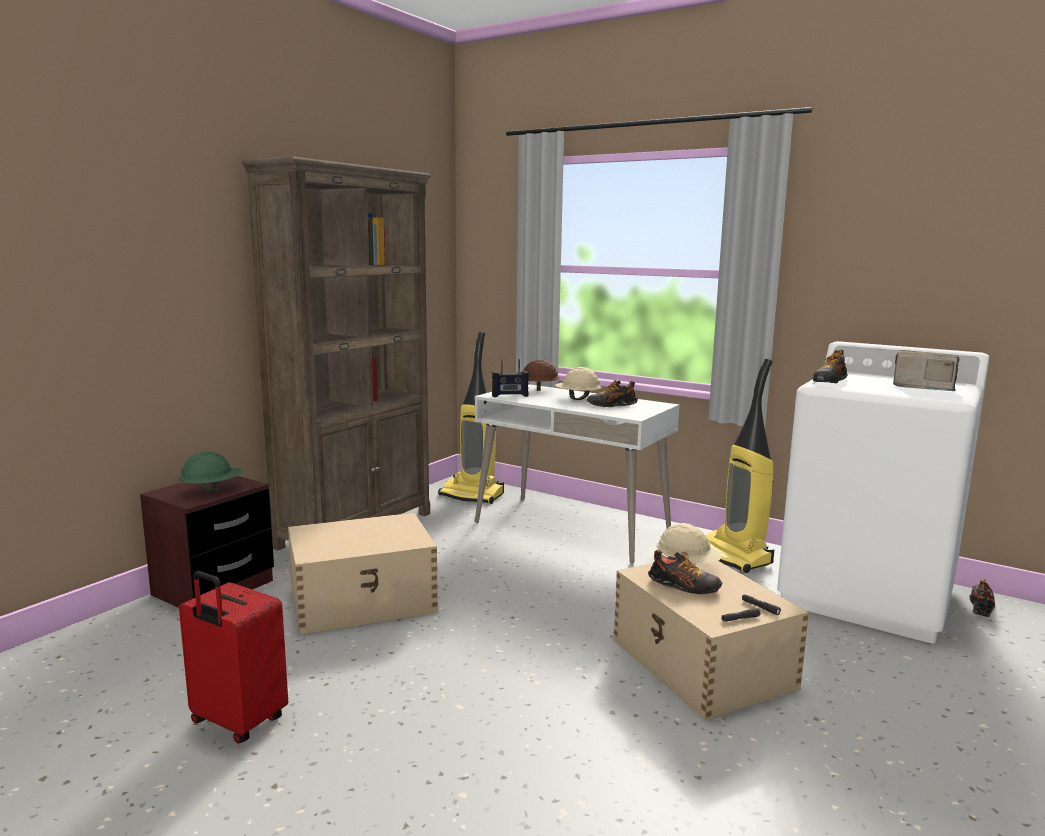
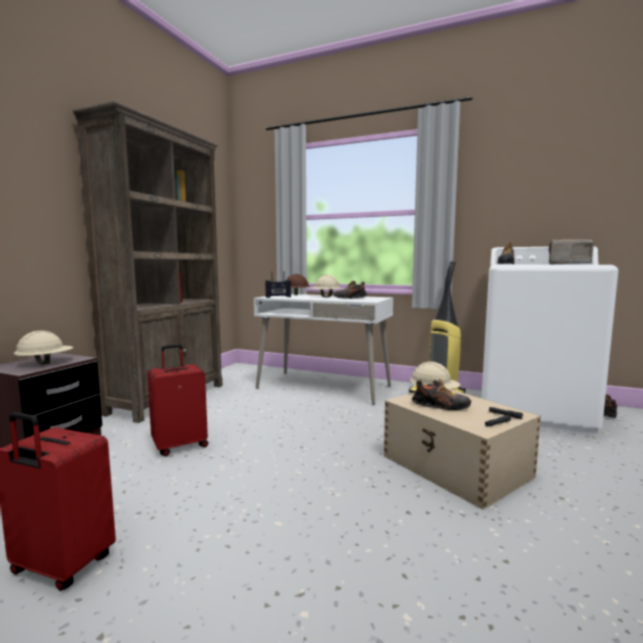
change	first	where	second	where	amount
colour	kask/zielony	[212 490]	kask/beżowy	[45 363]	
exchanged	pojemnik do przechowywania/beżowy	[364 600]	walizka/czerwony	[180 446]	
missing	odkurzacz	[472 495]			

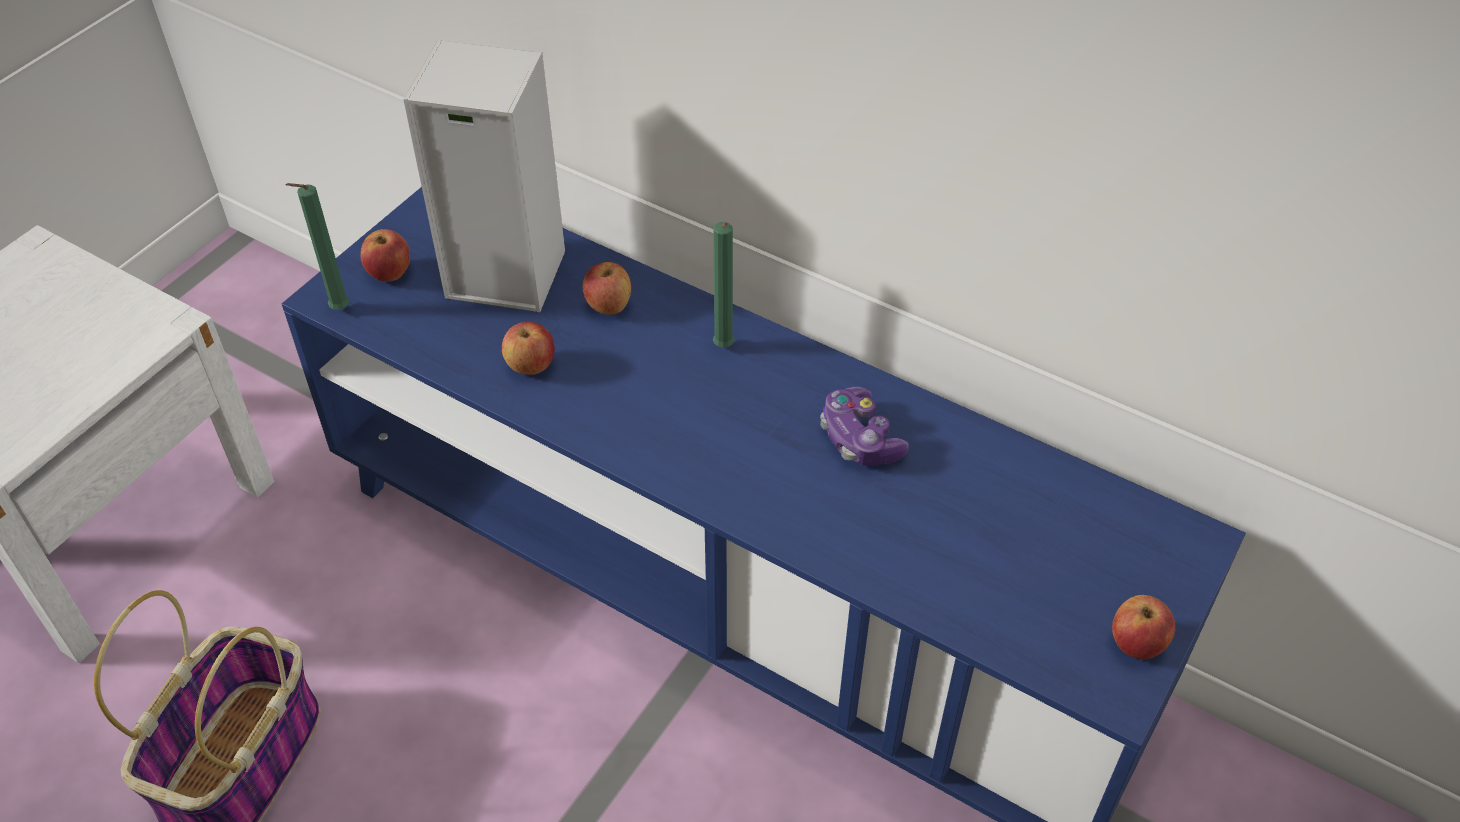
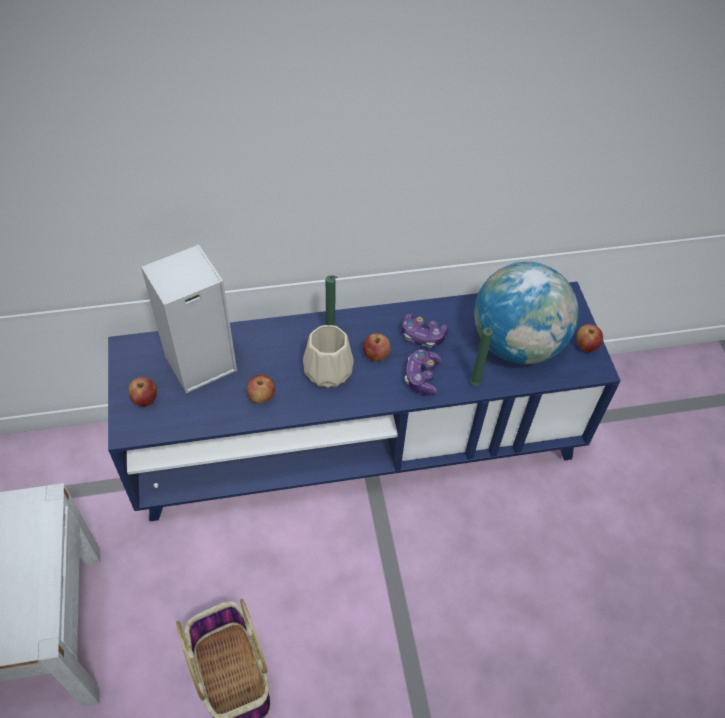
change	first	where	second	where	amount
relocated	świeca/zielony	[337 310]		[474 385]	
relocated	jabłko	[608 306]		[376 355]	
appeared			wazon/beżowy	[328 370]	
appeared			pad do gier	[422 377]	
appeared			globus	[516 344]	

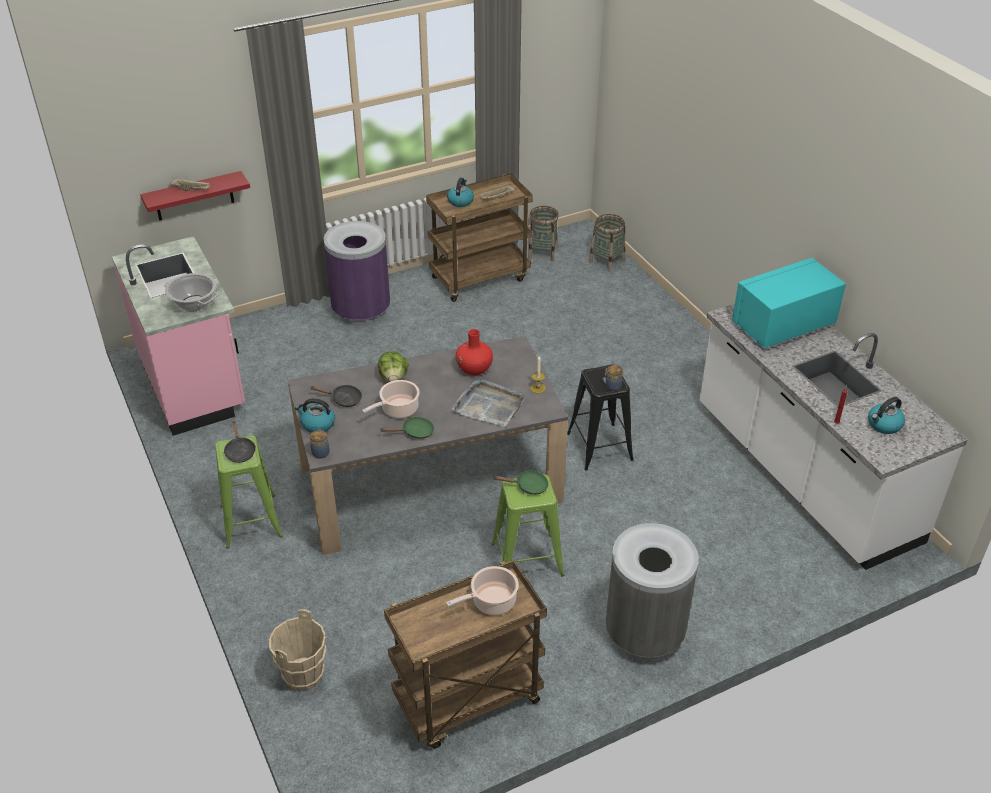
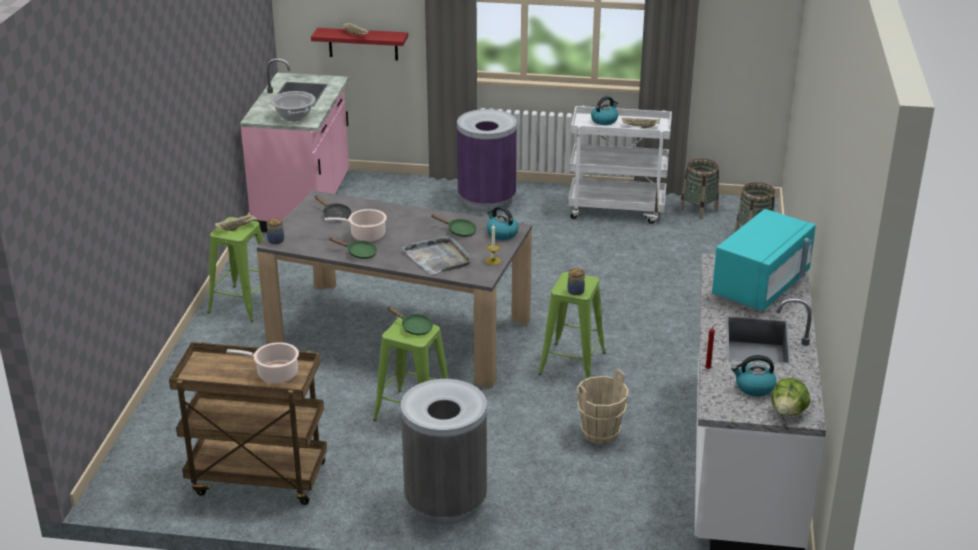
change	first	where	second	where	amount
exchanged	patelnia/czarny	[240 451]	taca/beżowy	[237 227]	
relocated	wiadro/beżowy	[304 675]		[600 434]	
relocated	czajnik	[317 424]		[501 233]	
relocated	sałata	[393 378]		[788 412]	
colour	wózek/brązowy	[480 278]	wózek/biały	[617 209]	
exchanged	wazon/czerwony	[474 369]	patelnia/zielony	[459 231]	
colour	stołek/czarny	[599 446]	stołek/zielony	[572 363]	
spun	mikrofalówka/turkusowy	[782 325]		[761 286]	120 degrees clockwise

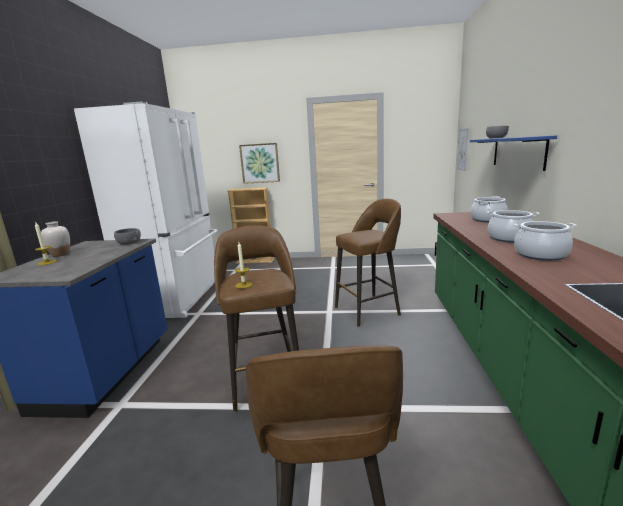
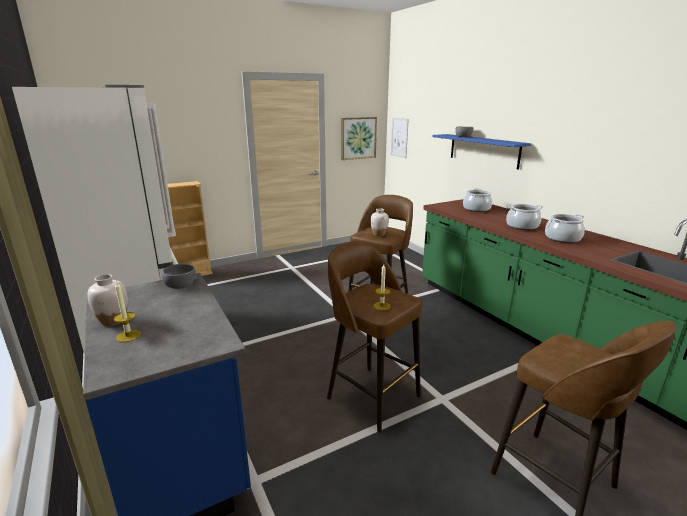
change	first	where	second	where	amount
relocated	obraz	[260 163]		[358 138]	
appeared			wazon/biały	[379 234]	

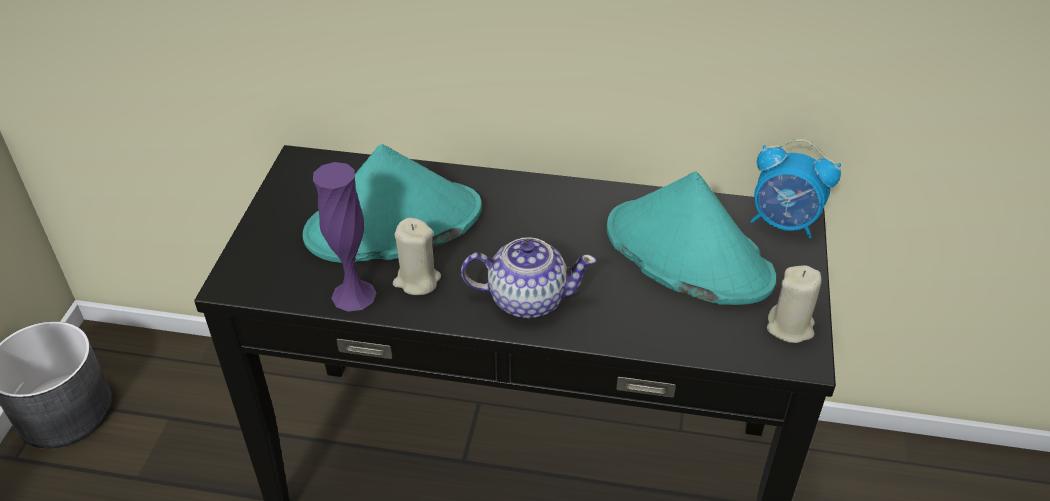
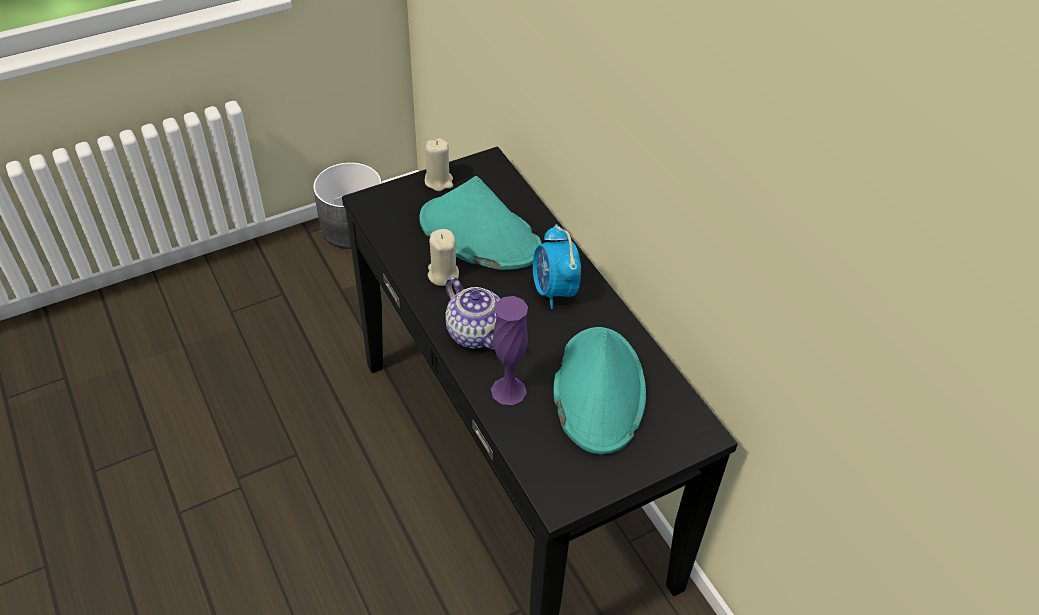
change	first	where	second	where	amount
relocated	wazon/fioletowy	[354 295]		[508 390]	
relocated	budzik	[784 223]		[554 291]	
relocated	świeca/beżowy	[790 327]		[439 181]	

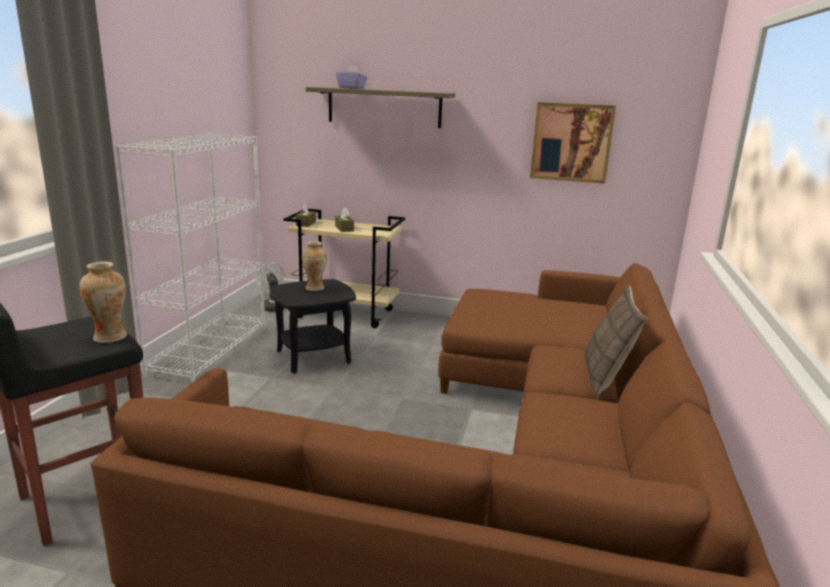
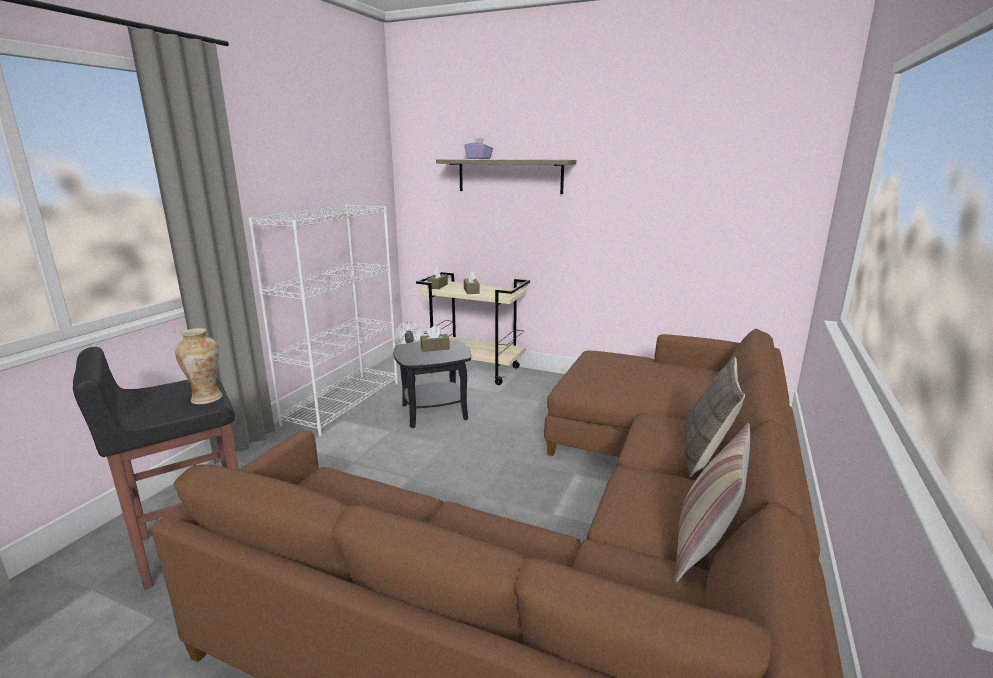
change	first	where	second	where	amount
exchanged	wazon	[314 288]	pudełko chusteczek/brązowy	[435 348]	
missing	obraz	[571 142]			
appeared			poduszka	[704 546]	

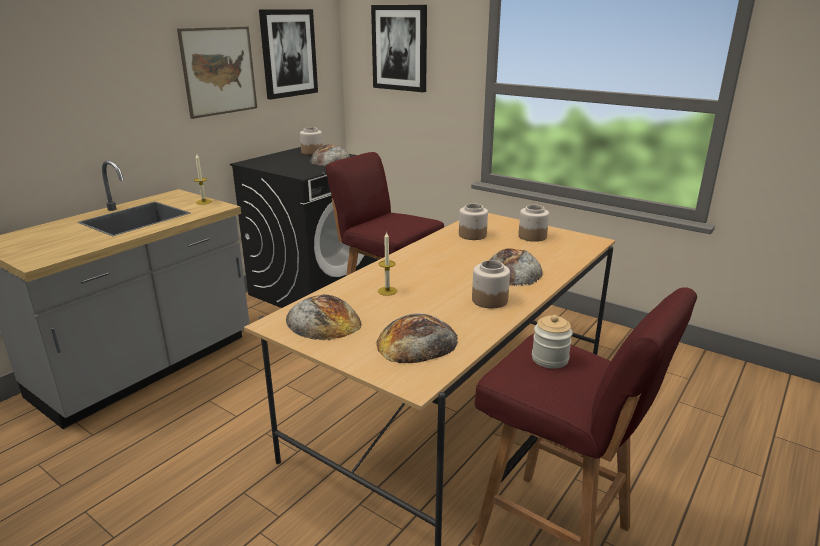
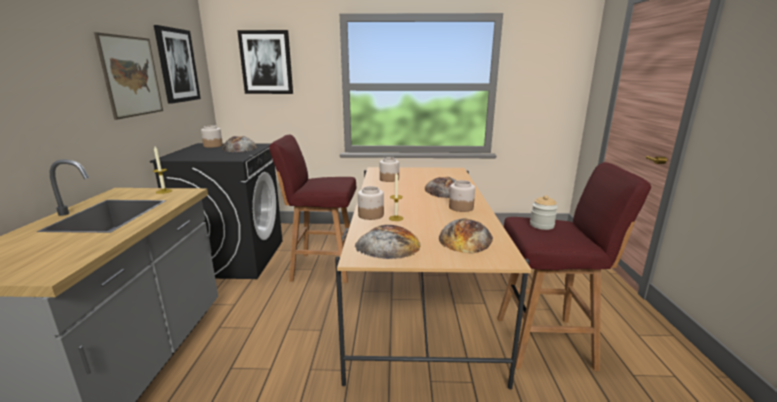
change	first	where	second	where	amount
relocated	słoik	[532 236]		[370 215]	

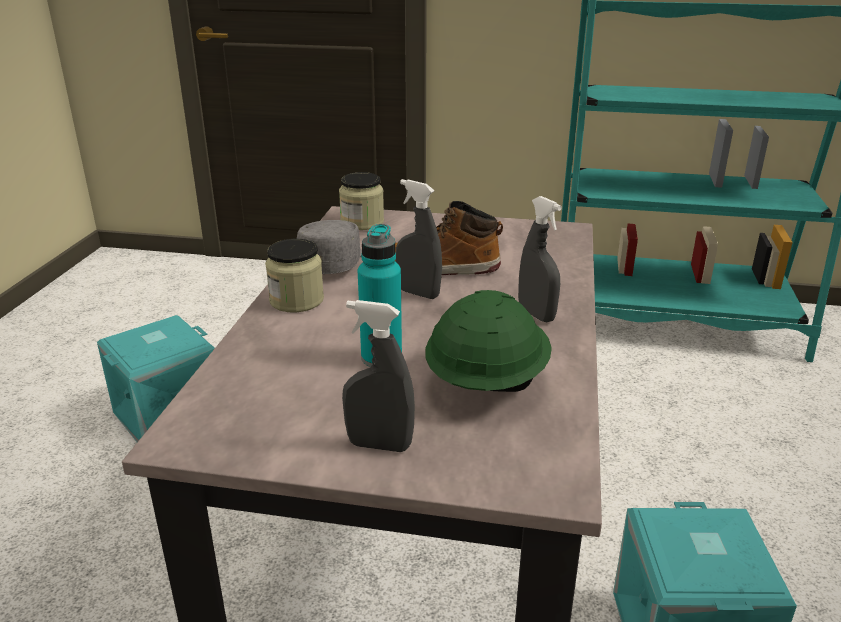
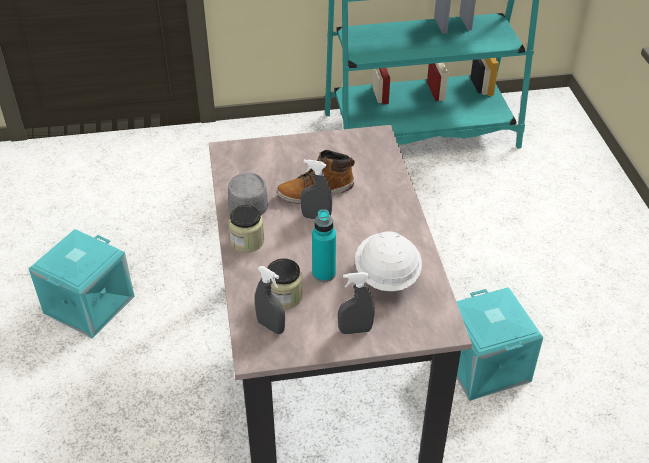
change	first	where	second	where	amount
relocated	słoik	[362 222]		[284 296]	
colour	kask/zielony	[485 381]	kask/biały	[386 276]	
relocated	spryskiwacz/szary	[536 314]		[271 326]	

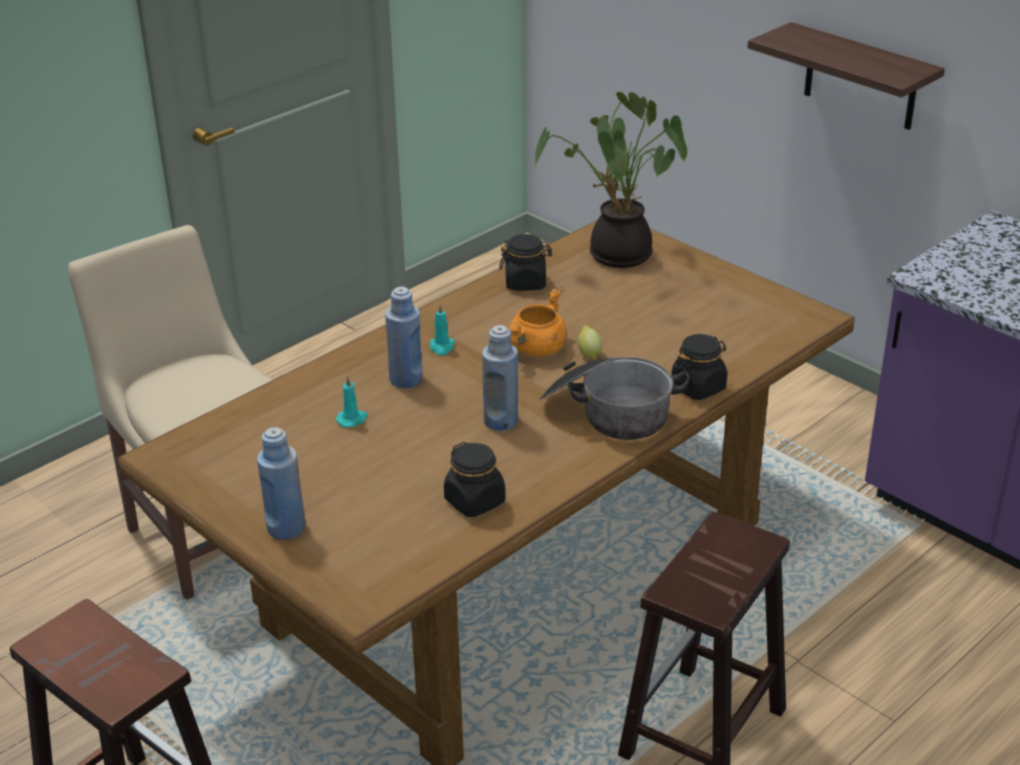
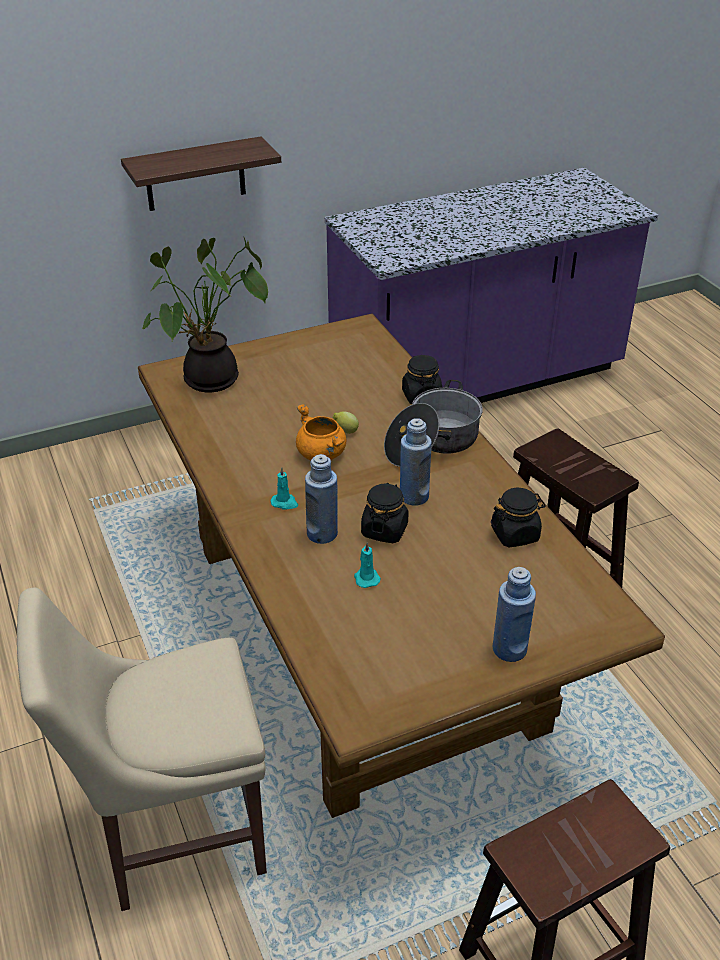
change	first	where	second	where	amount
relocated	słoik/czarny	[526 282]		[384 530]	

